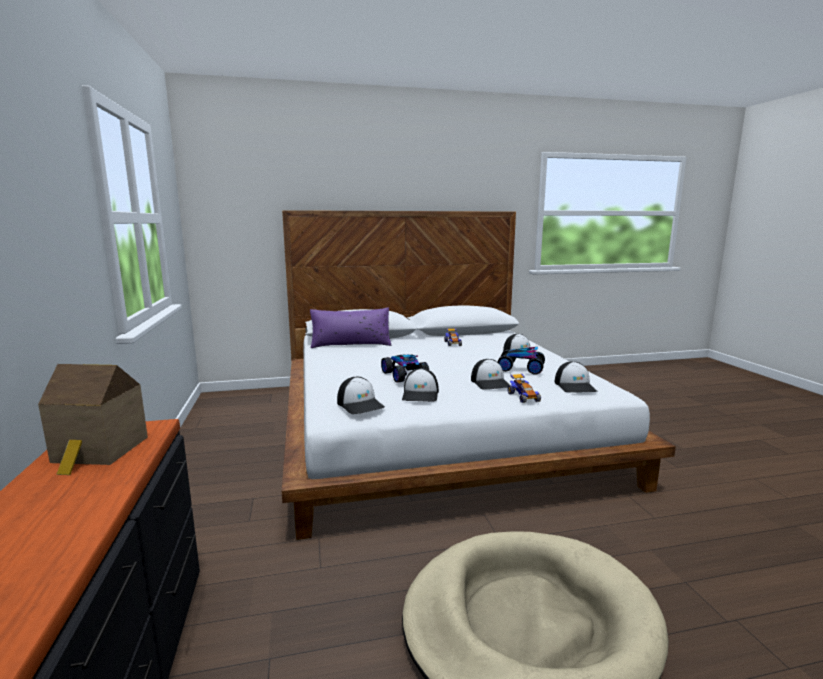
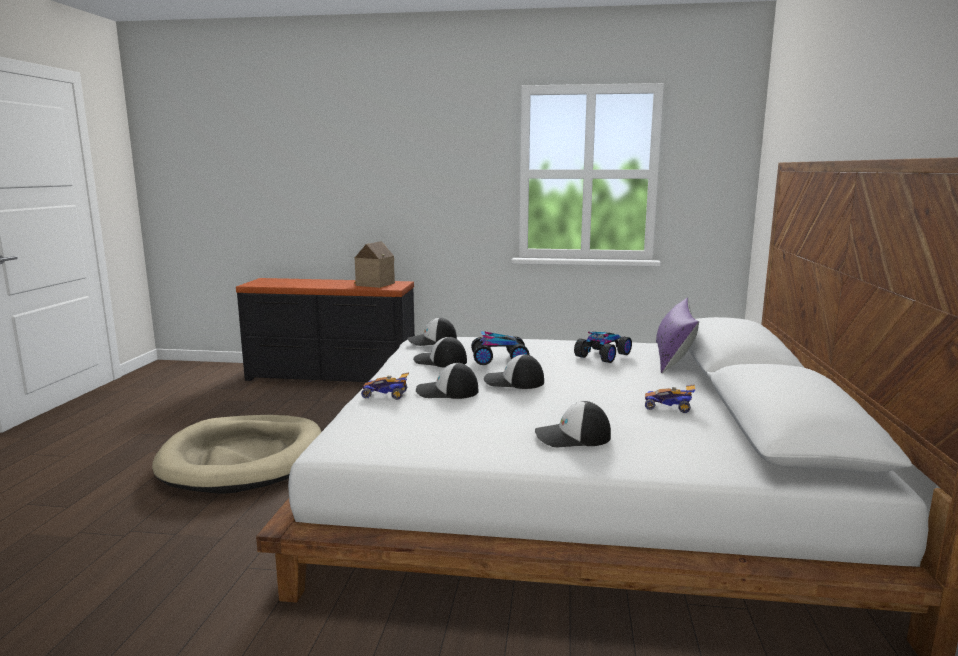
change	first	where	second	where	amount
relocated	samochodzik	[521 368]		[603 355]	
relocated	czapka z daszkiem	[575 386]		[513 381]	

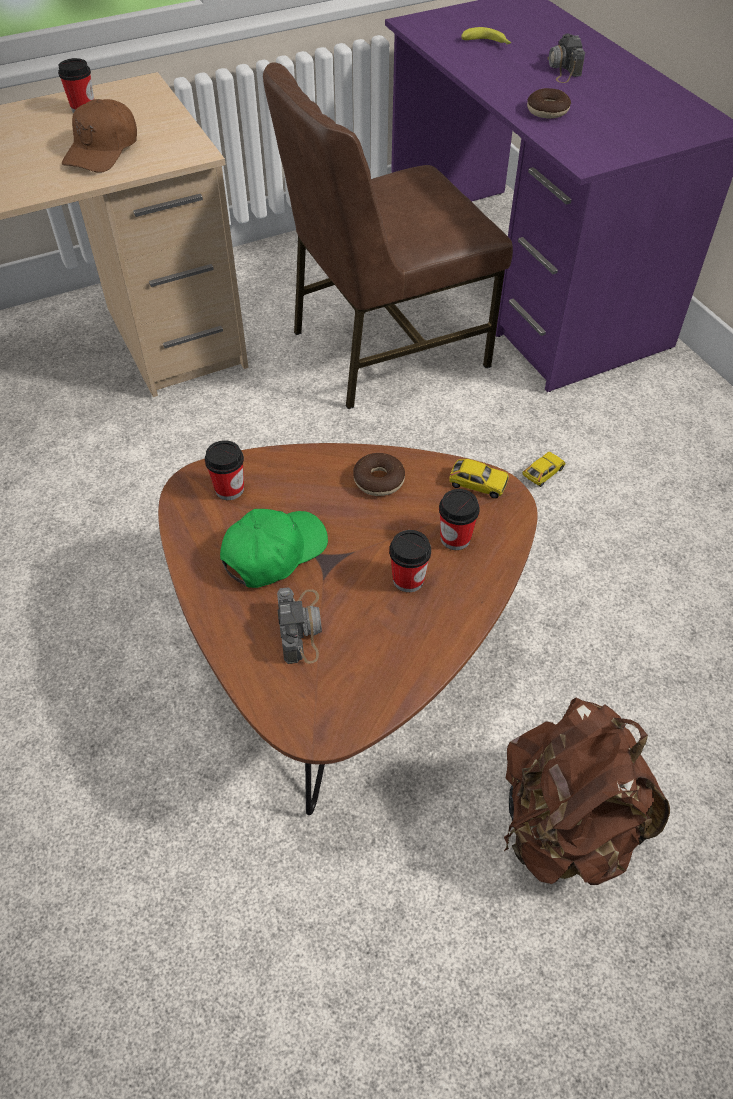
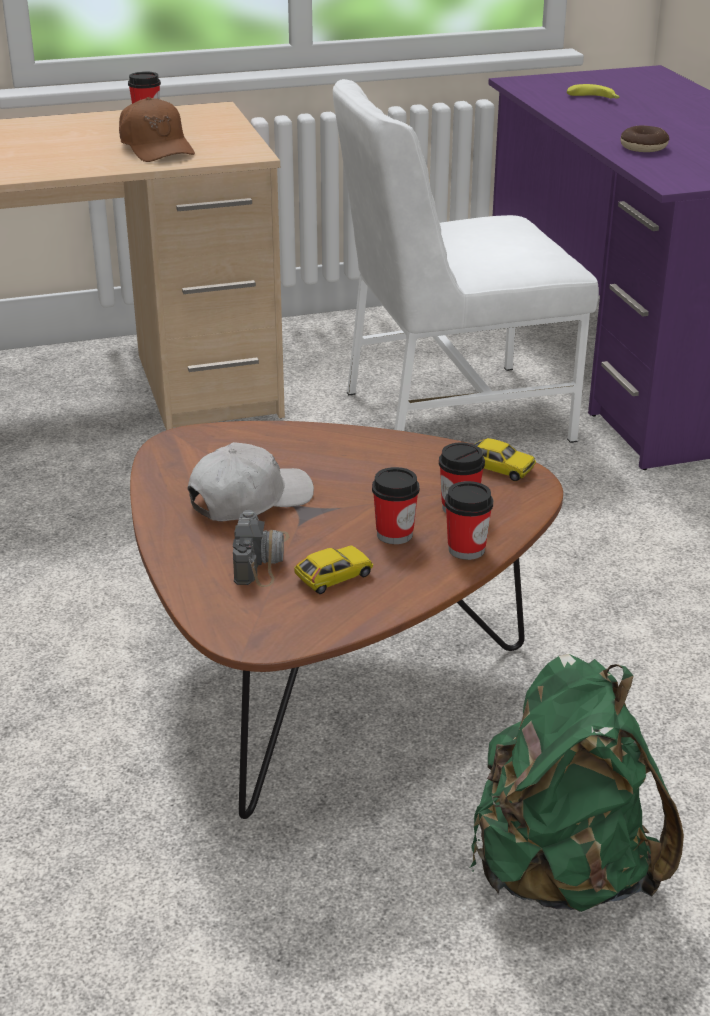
change	first	where	second	where	amount
spun	czapka z daszkiem/brązowy	[103 150]		[156 148]	60 degrees counterclockwise
relocated	filiżanka	[229 489]		[466 549]	
colour	czapka z daszkiem/zielony	[273 553]	czapka z daszkiem/biały	[249 500]	
colour	krzesło/brązowy	[385 347]	krzesło/biały	[452 414]	
missing	donut	[378 480]			
colour	plecak/brązowy	[565 824]	plecak/zielony	[562 871]	
relocated	samochodzik	[543 473]		[334 577]	
missing	aparat fotograficzny	[563 68]			

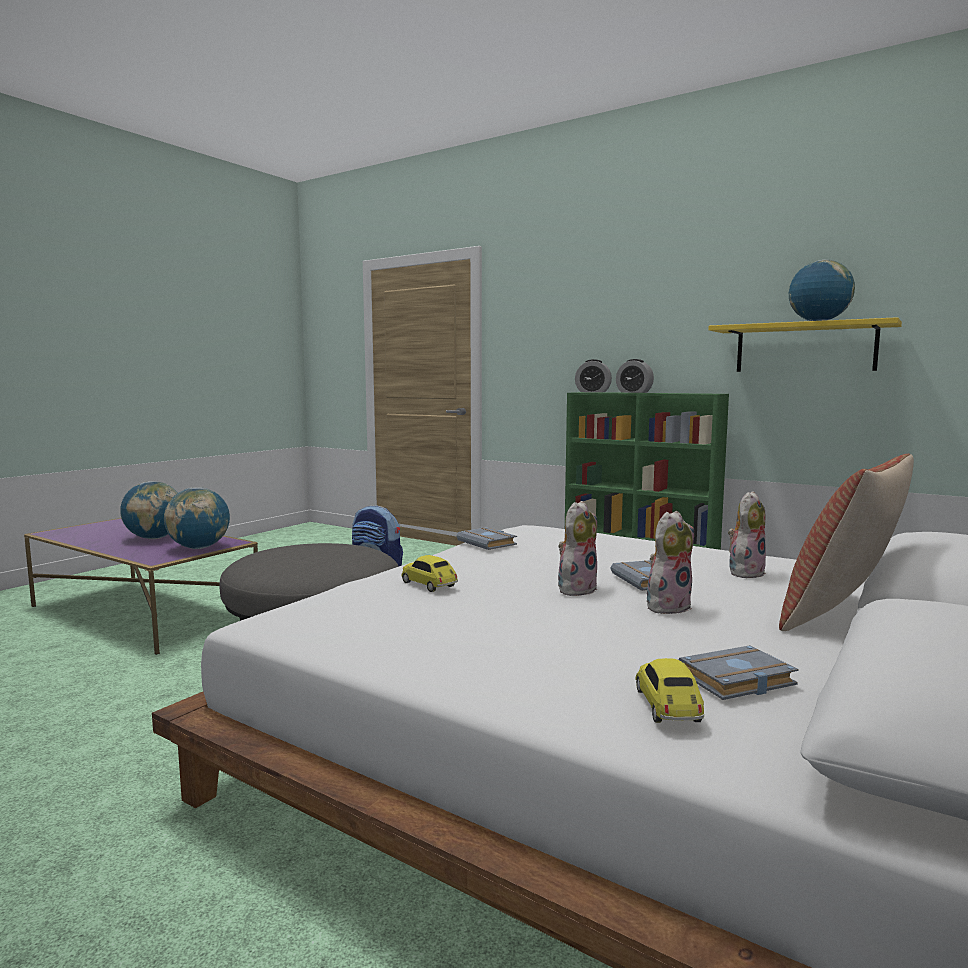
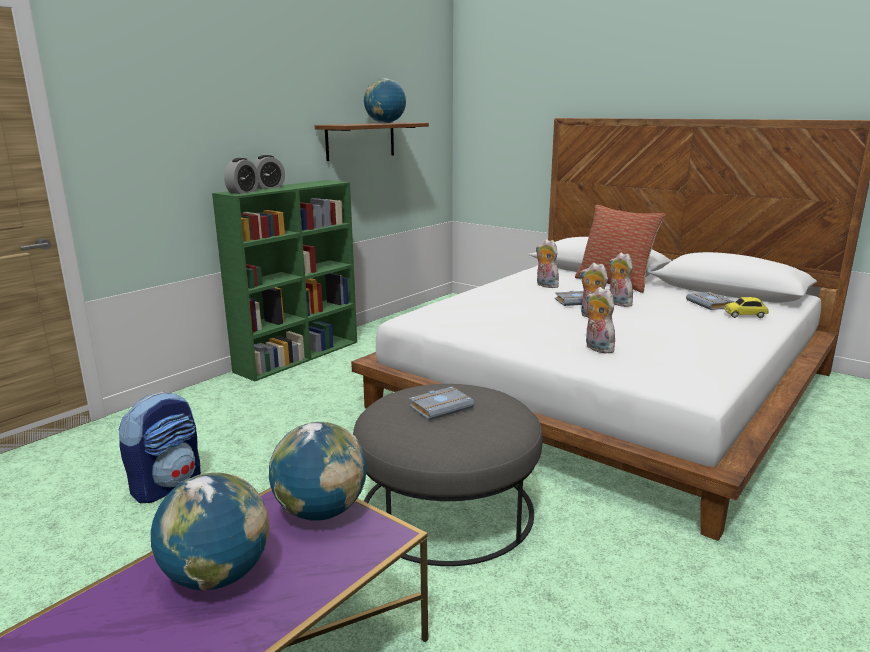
change	first	where	second	where	amount
exchanged	samochodzik	[429 585]	pluszak	[596 348]	
relocated	książka/szary	[489 543]		[441 407]	
colour	półka/żółty	[805 348]	półka/brązowy	[360 141]	

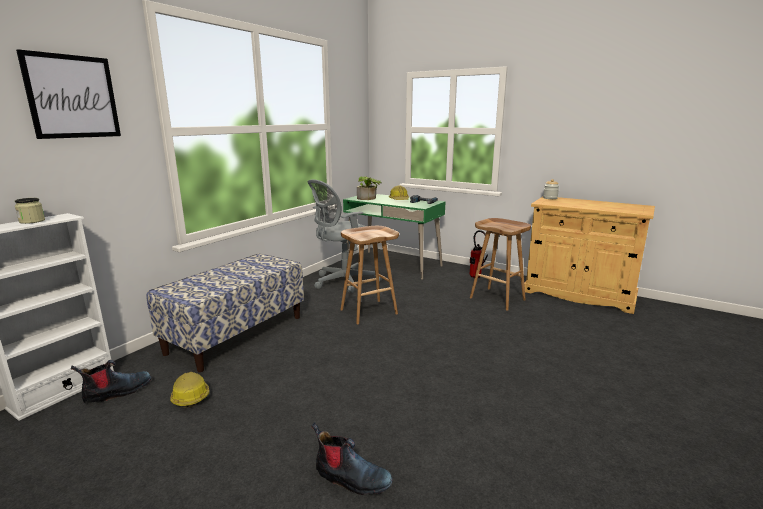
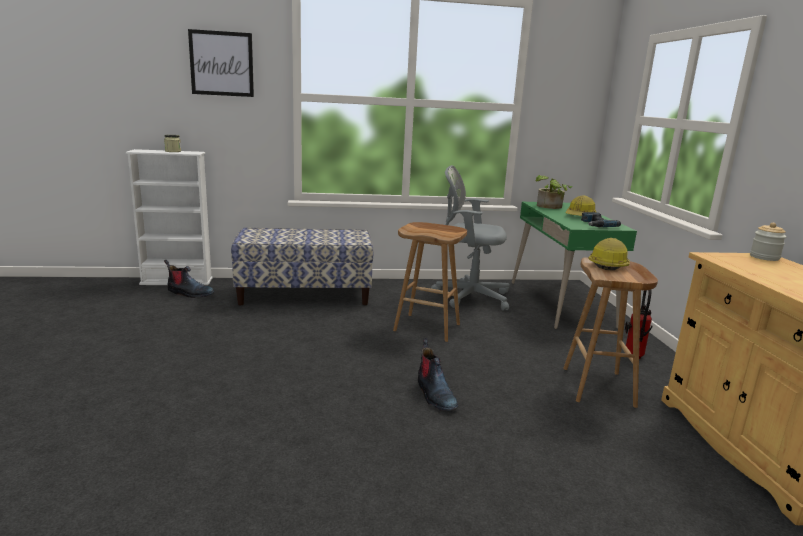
change	first	where	second	where	amount
relocated	kask	[190 396]		[608 264]	
relocated	but z cholewką	[351 478]		[434 395]	

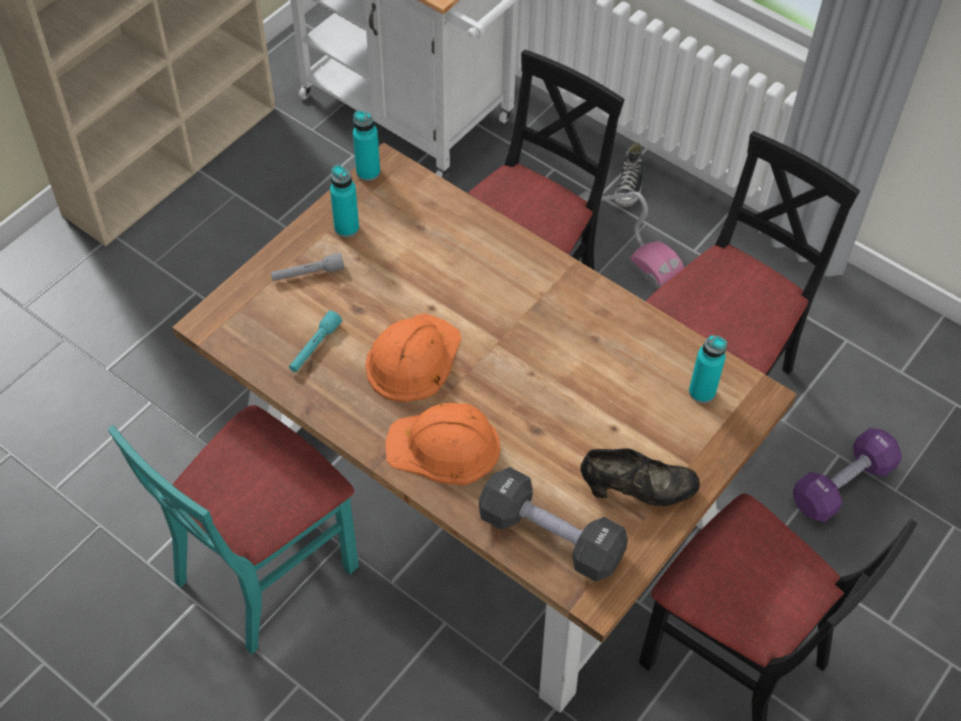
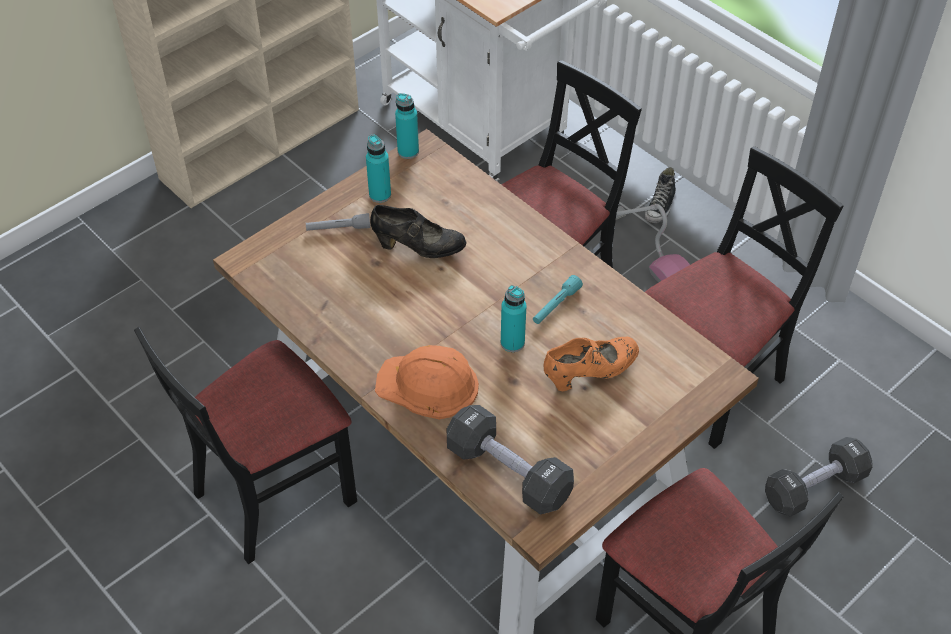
change	first	where	second	where	amount
colour	krzesło/turkusowy	[264 570]	krzesło/czarny	[273 494]	
relocated	latarka/turkusowy	[314 347]		[556 305]	
missing	kask/pomarańczowy	[412 358]			
relocated	but/czarny	[637 490]		[418 248]	
relocated	butelka/turkusowy	[702 392]		[512 343]	
colour	hantel/fioletowy	[842 485]	hantel/czarny	[814 487]	
appeared			but/pomarańczowy	[590 372]	

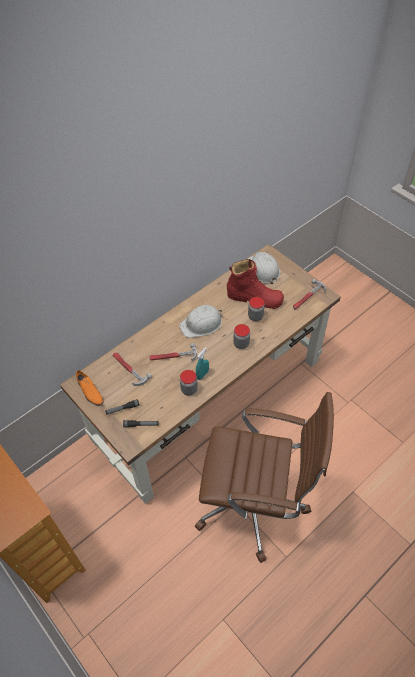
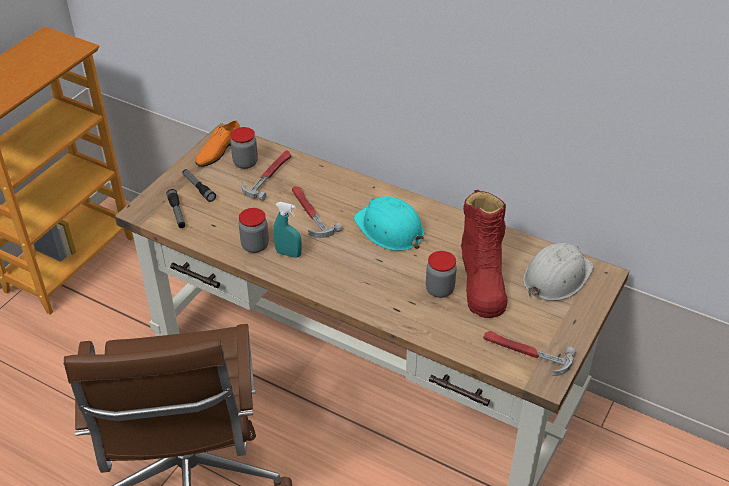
change	first	where	second	where	amount
colour	kask/biały	[202 324]	kask/turkusowy	[389 229]	
relocated	słoik	[241 344]		[245 163]	

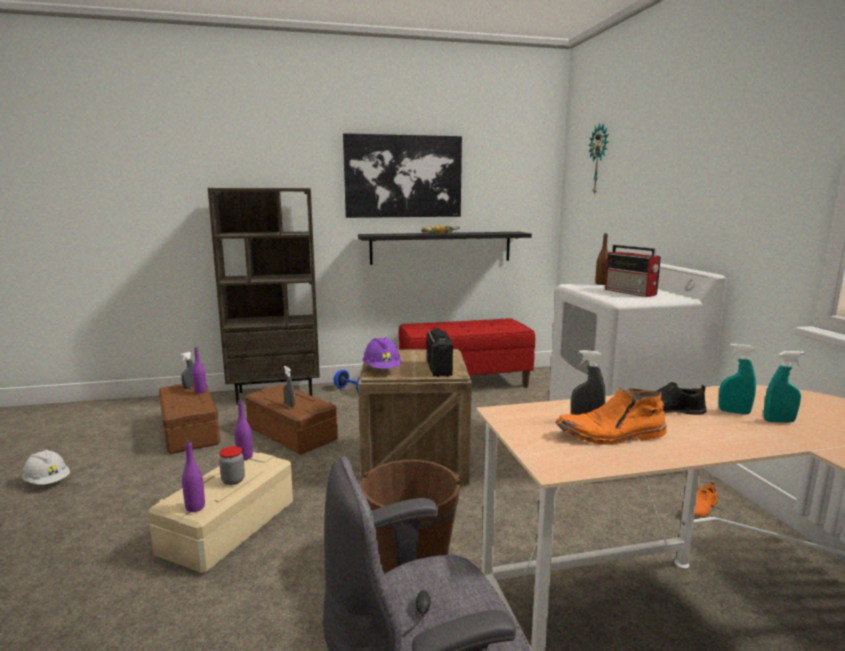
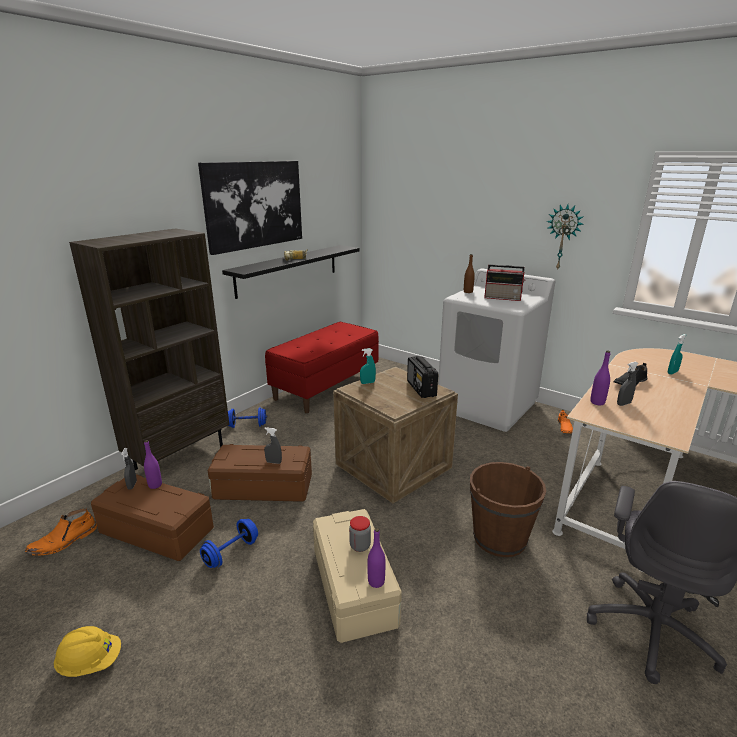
change	first	where	second	where	amount
colour	kask/biały	[48 482]	kask/żółty	[90 662]	
relocated	butelka/fioletowy	[245 457]		[597 402]	
missing	kask/fioletowy	[382 370]			
spun	radio	[439 368]		[421 389]	150 degrees counterclockwise
relocated	but z cholewką/pomarańczowy	[611 435]		[64 542]	
relocated	zegar ścienny	[599 159]		[563 237]	
relocated	spryskiwacz/turkusowy	[734 412]		[367 383]	
appeared			hantel/niebieski	[231 553]	

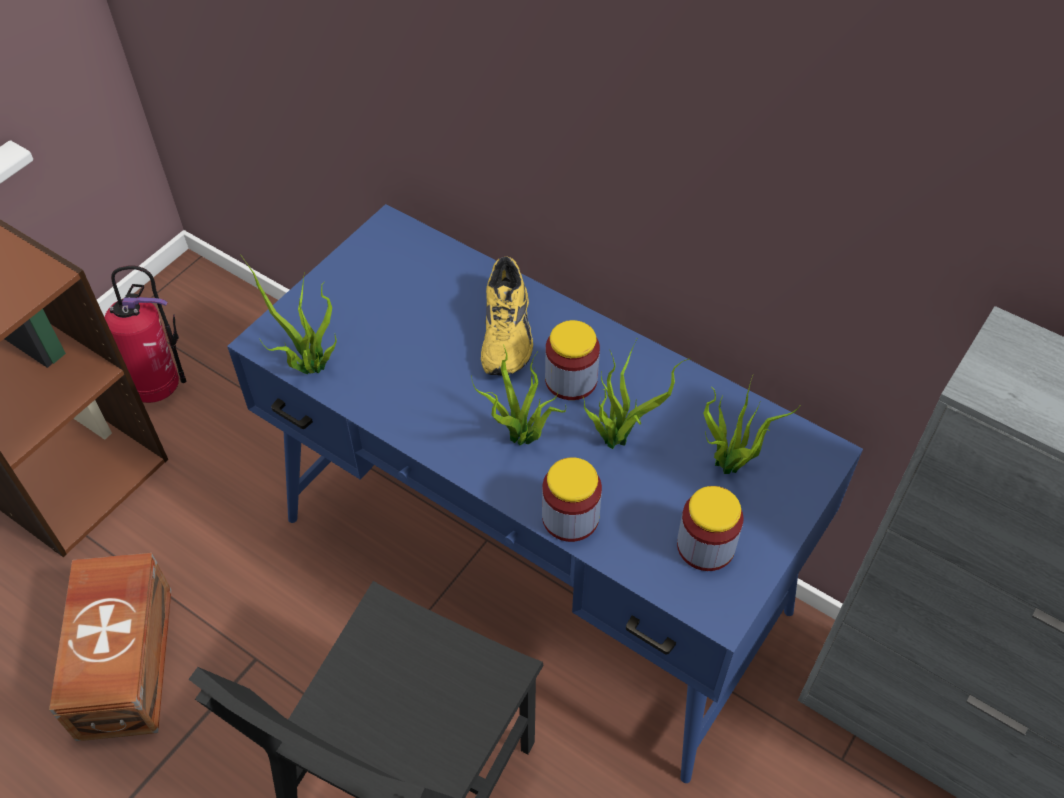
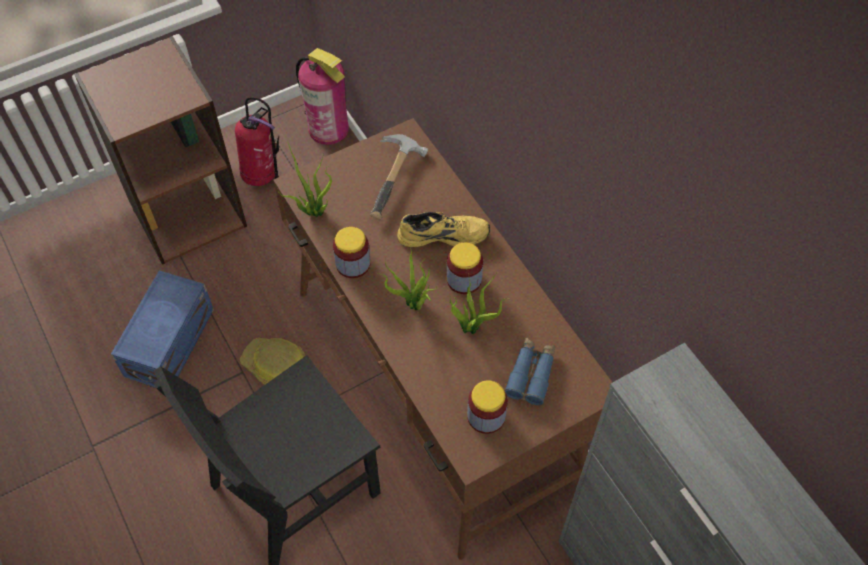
change	first	where	second	where	amount
colour	pojemnik do przechowywania/brązowy	[128 659]	pojemnik do przechowywania/niebieski	[172 342]	
colour	biurko/niebieski	[534 565]	biurko/brązowy	[436 384]	
spun	but/żółty	[509 332]		[443 234]	120 degrees counterclockwise
relocated	słoik	[570 517]		[353 264]	
exchanged	roślina doniczkowa	[731 466]	lornetka/niebieski	[531 374]	
appeared			kask	[275 366]	
appeared			gaśnica	[328 128]	
appeared			młotek	[397 181]	

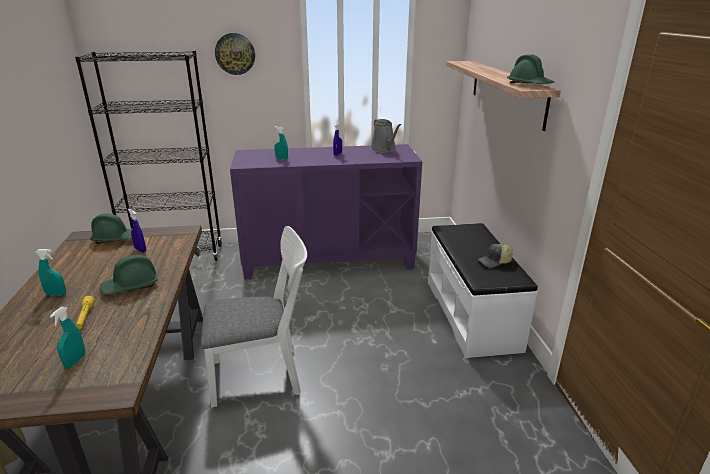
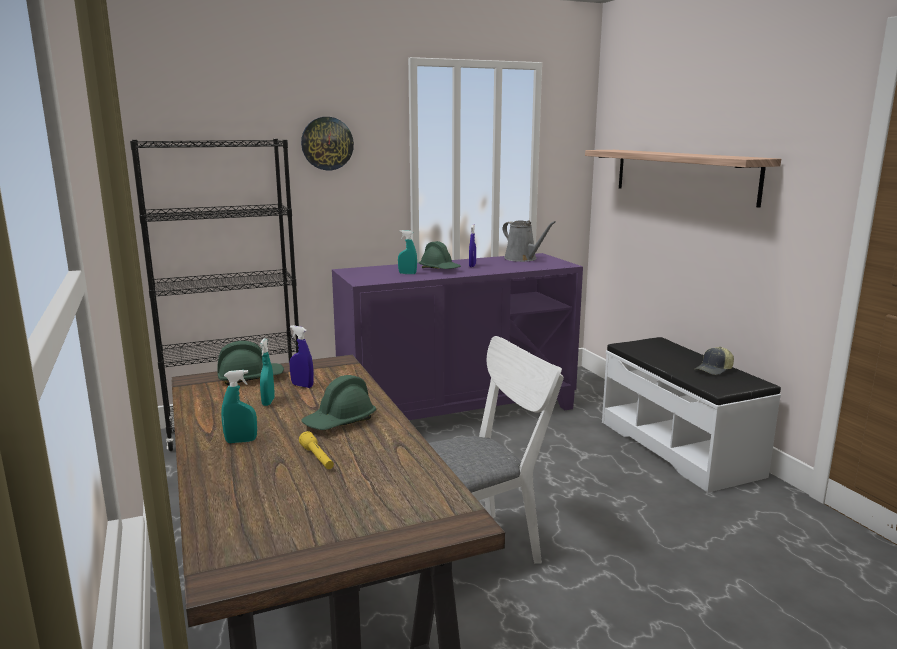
change	first	where	second	where	amount
relocated	spryskiwacz/turkusowy	[75 361]		[268 402]	
relocated	kask/zielony	[529 85]		[440 269]	

